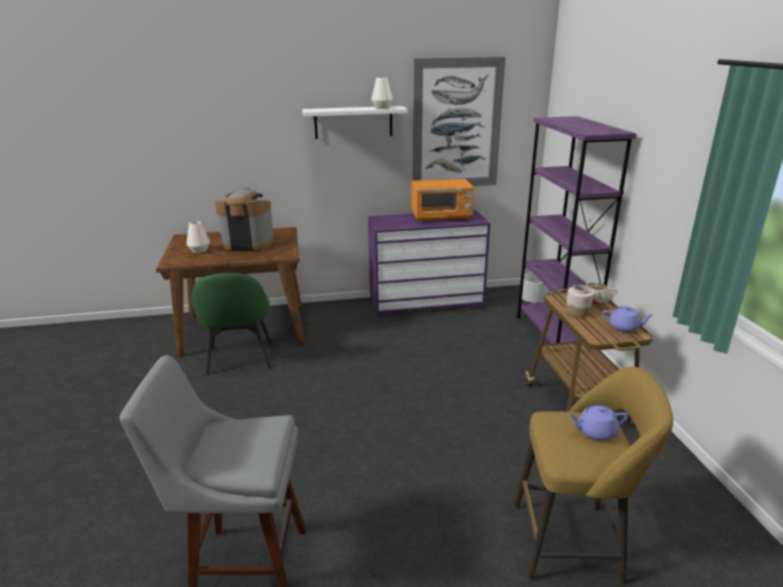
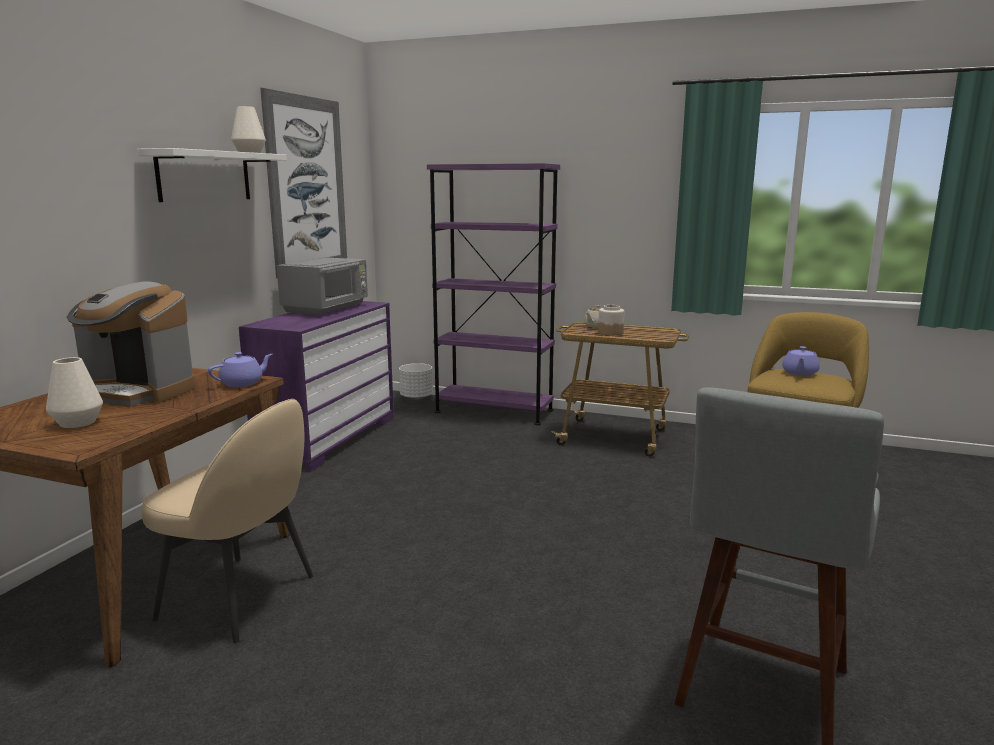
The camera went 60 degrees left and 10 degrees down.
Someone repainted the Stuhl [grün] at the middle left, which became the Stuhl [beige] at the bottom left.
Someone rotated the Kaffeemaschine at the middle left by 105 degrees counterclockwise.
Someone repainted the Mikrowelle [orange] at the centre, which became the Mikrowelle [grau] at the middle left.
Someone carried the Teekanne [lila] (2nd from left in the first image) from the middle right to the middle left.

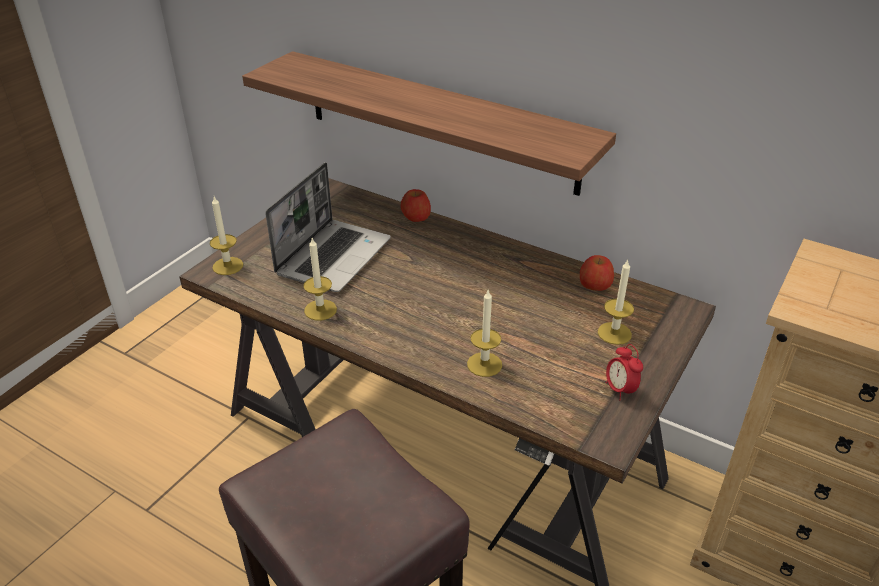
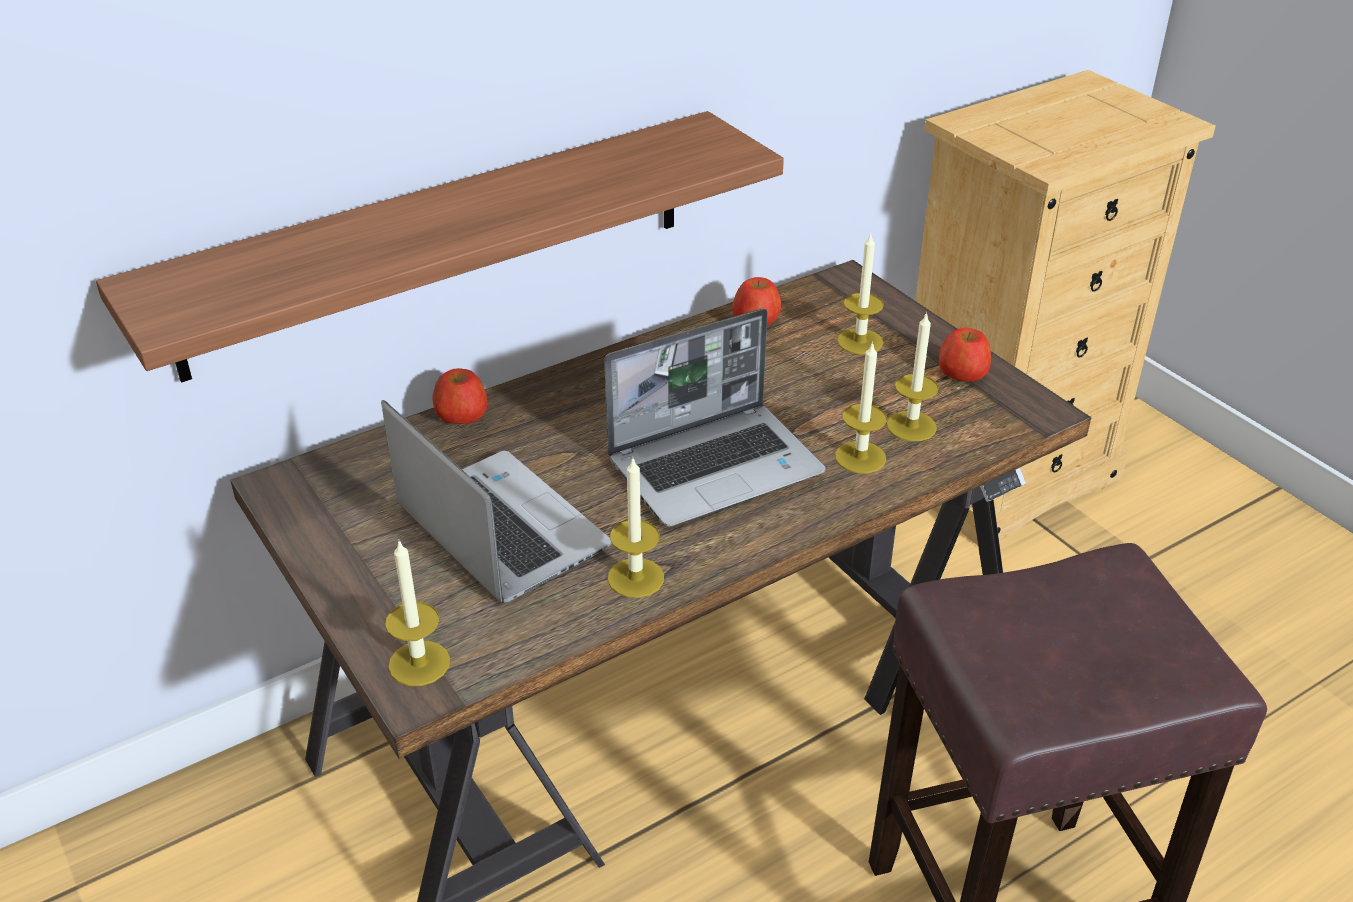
The camera went 65 degrees left and 0 degrees up.
Someone swapped the Wecker at the middle right for the Apfel (3rd from left) at the middle right.
Someone put down the Laptop (2nd from left) at the centre.
Someone put down the Kerze (5th from left) at the middle right.

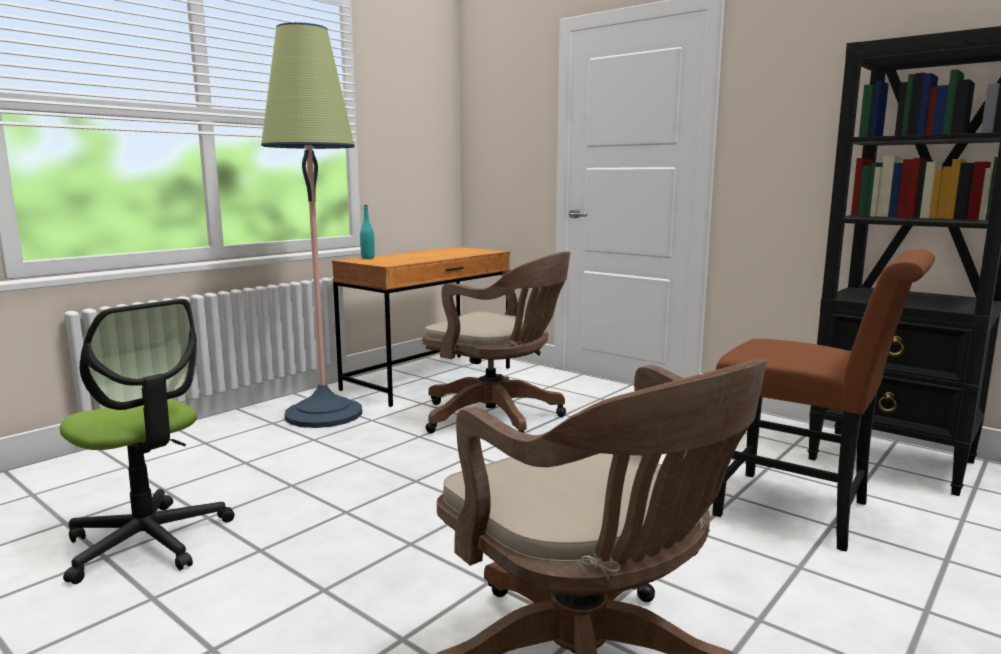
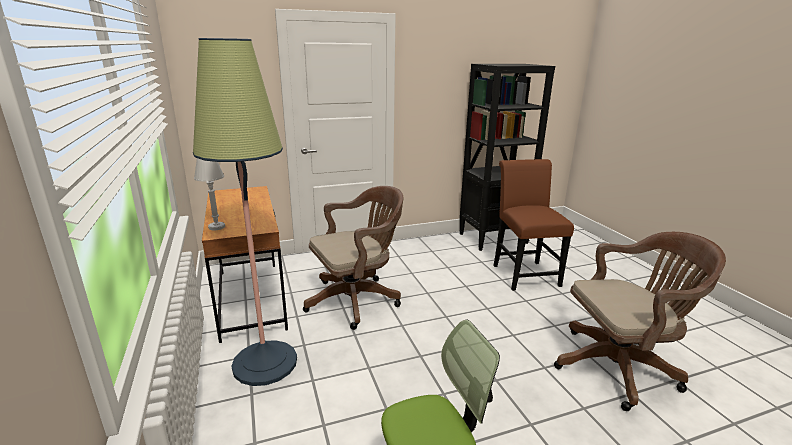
The camera went 60 degrees left and 10 degrees up.
Someone swapped the Flasche [türkis] at the centre for the Tischlampe [weiß] at the middle left.
Someone rotated the Stuhl [braun] at the middle right by 75 degrees counterclockwise.

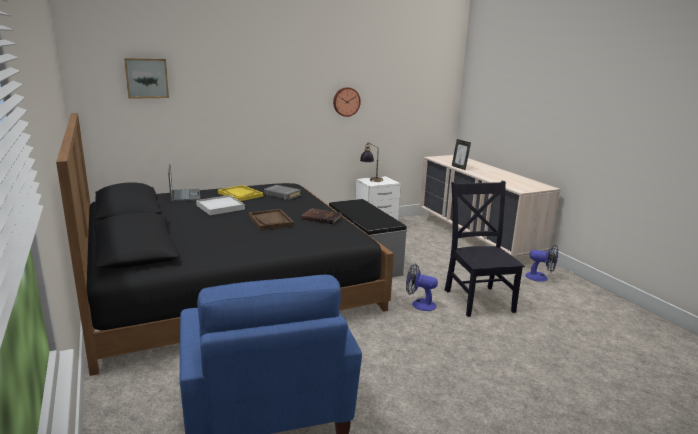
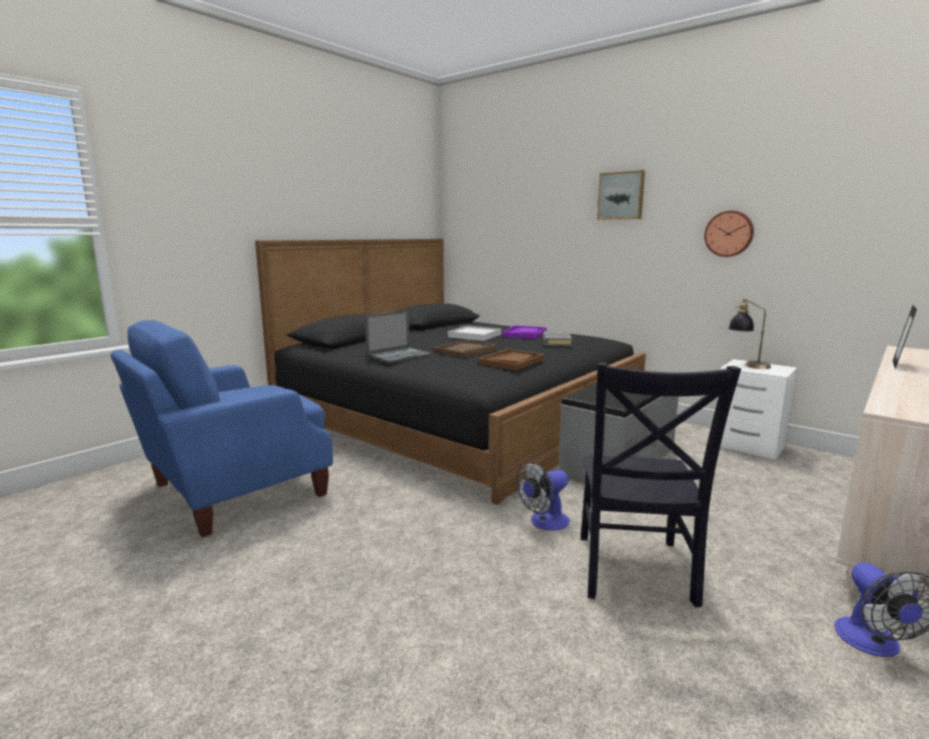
The camera went 65 degrees right and 5 degrees down.
Someone carried the Bild from the top left to the top right.
Someone carried the Laptop from the middle left to the centre.
Someone repainted the Tablett [gelb] at the centre, which became the Tablett [lila] at the centre.
Someone swapped the Buch [braun] at the centre for the Tablett [braun] (2nd from left) at the centre.
Someone rotated the Ventilator (1st from left) at the centre by 120 degrees counterclockwise.
Someone rotated the Stuhl [schwarz] at the middle right by 135 degrees clockwise.

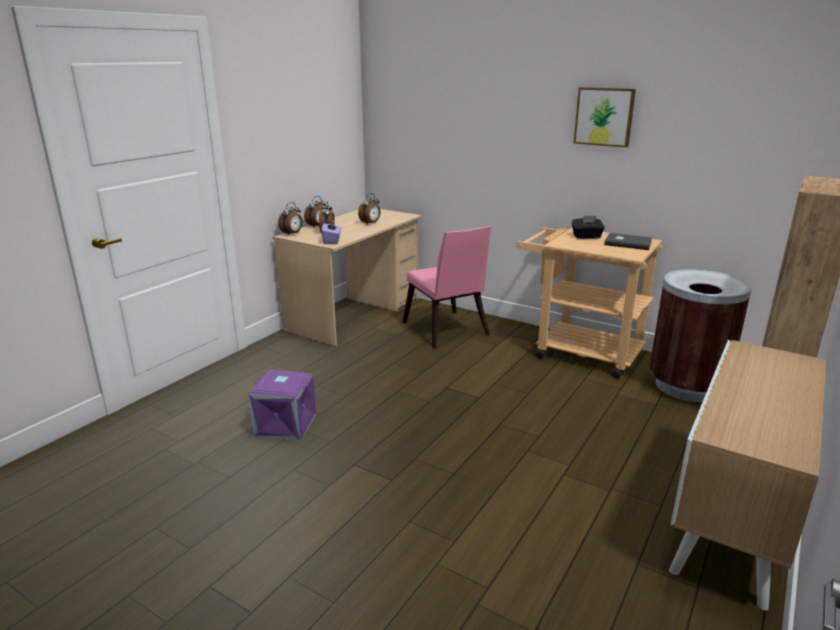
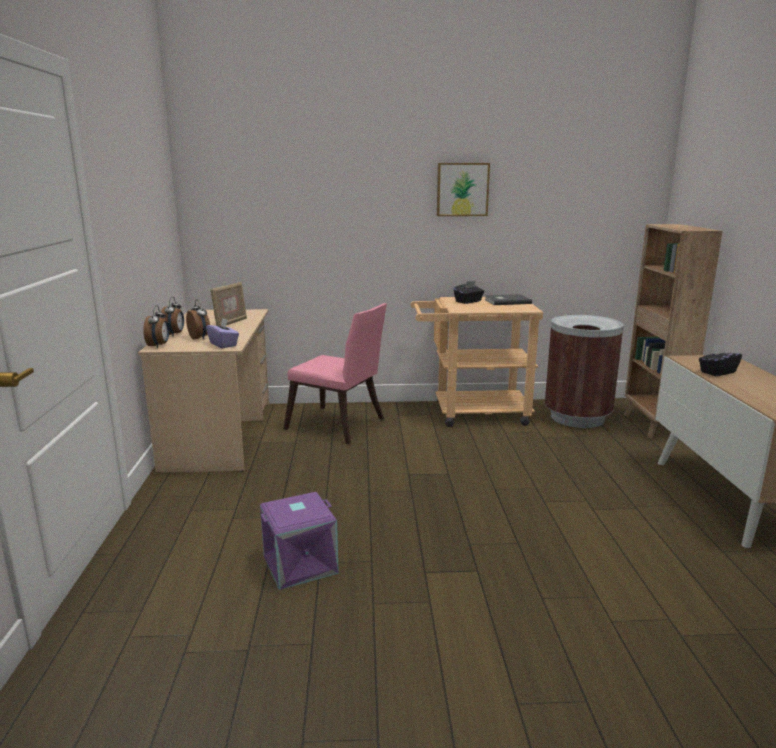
The camera went 35 degrees left and 5 degrees down.
Someone swapped the Wecker (4th from left) at the top centre for the Bilderrahmen at the middle left.
Someone put down the Taschentuchbox [schwarz] (2nd from left) at the middle right.

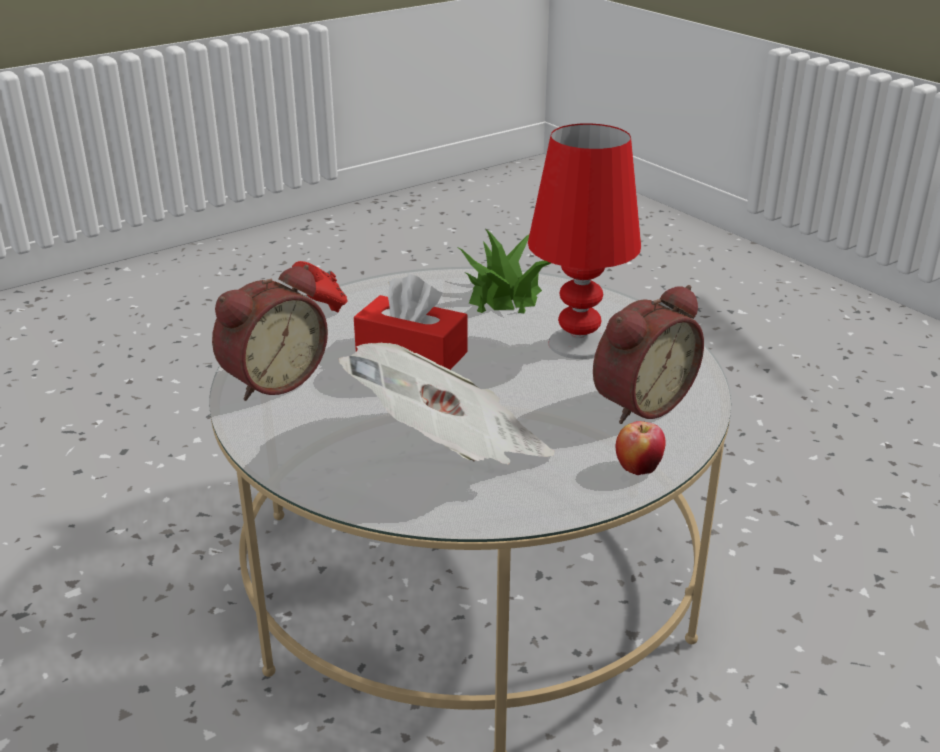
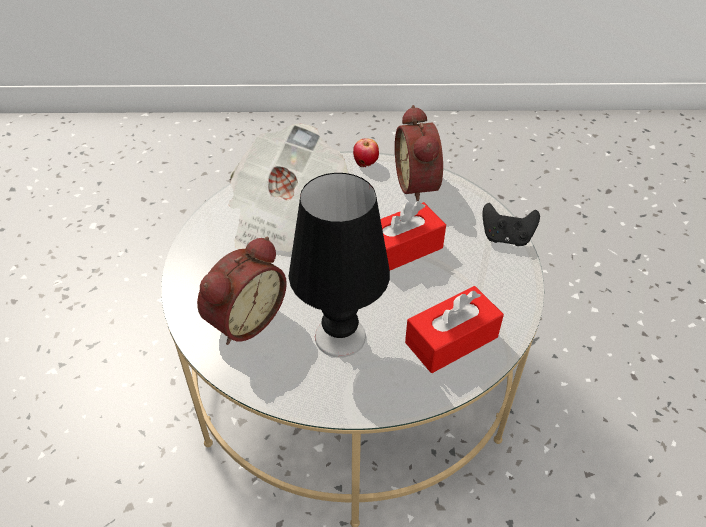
The camera went 125 degrees right and 15 degrees up.
Someone repainted the Gamepad [rot] at the centre, which became the Gamepad [schwarz] at the middle right.
Someone swapped the Topfpflanze at the centre for the Taschentuchbox [rot] (2nd from left) at the centre.
Someone repainted the Tischlampe [rot] at the top centre, which became the Tischlampe [schwarz] at the centre.
Someone rotated the Wecker (2nd from left in the first image) at the middle right by 135 degrees counterclockwise.
Someone carried the Apfel from the middle right to the top centre.

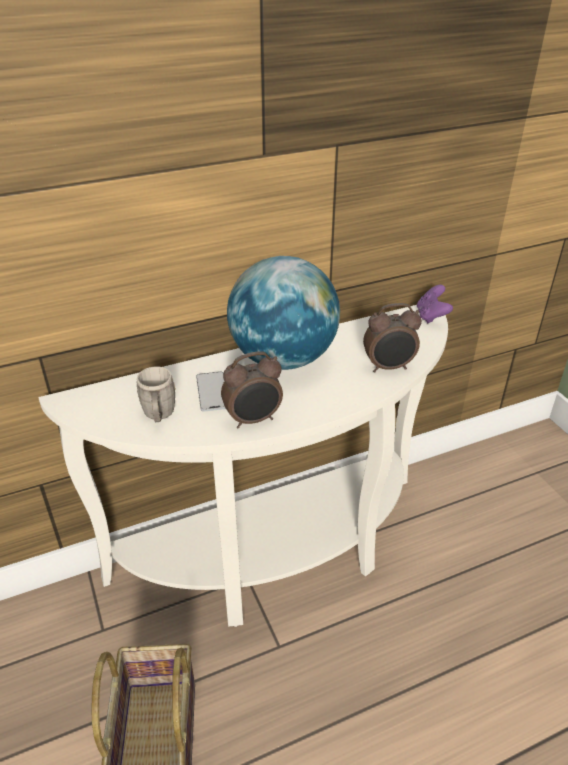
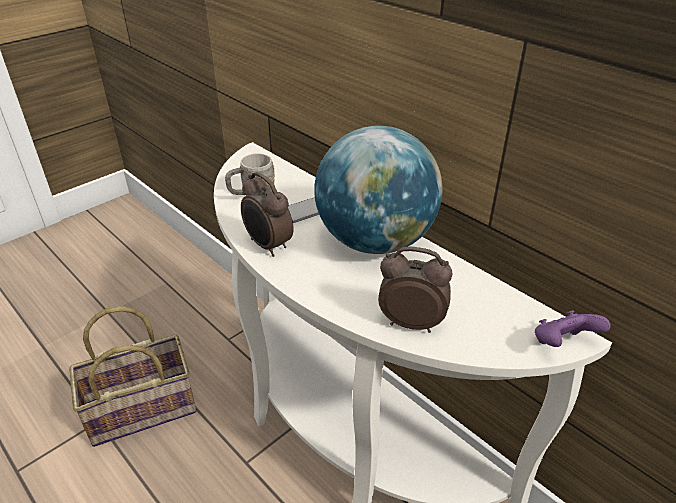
The camera went 70 degrees right and 0 degrees up.
Someone rotated the Wecker (2nd from left) at the middle right by 135 degrees clockwise.

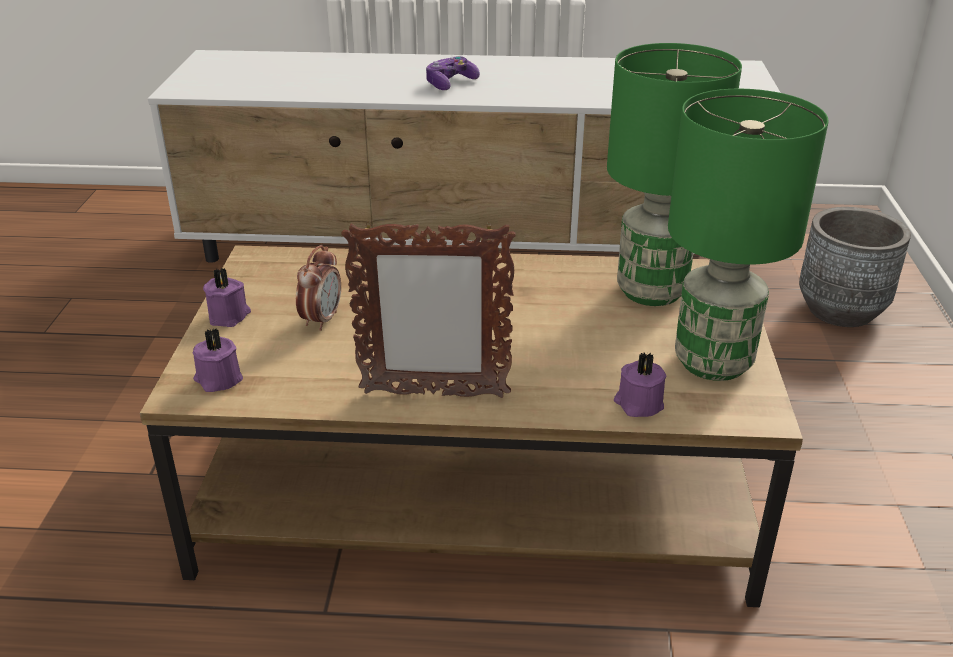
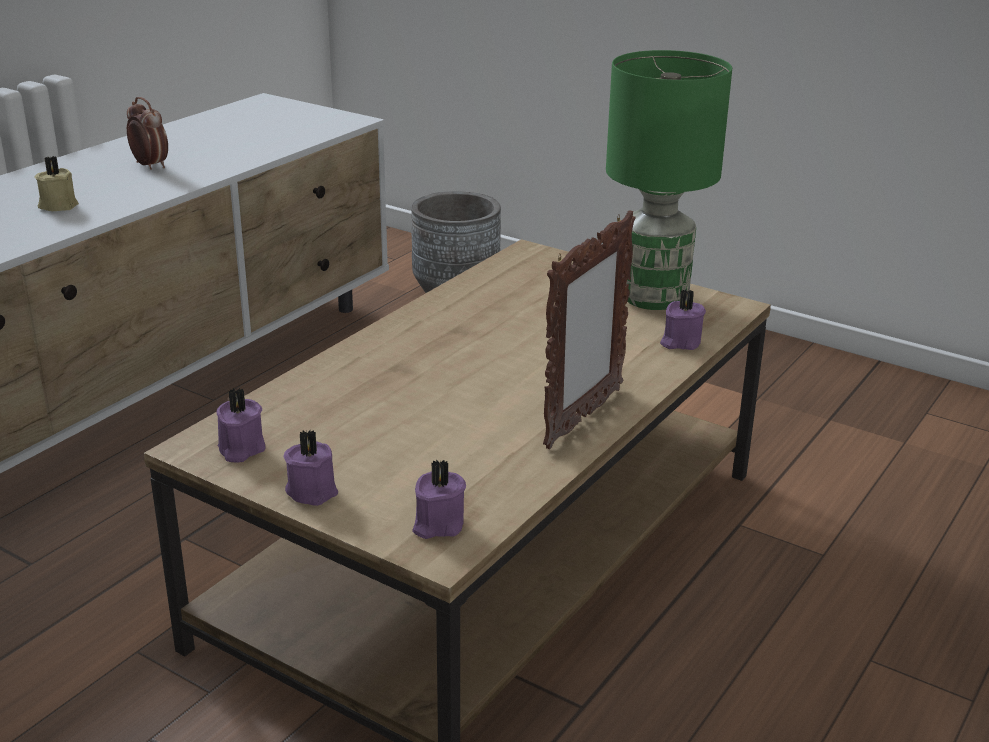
The camera went 60 degrees left and 5 degrees down.
Someone carried the Wecker from the centre to the top left.
Someone swapped the Gamepad at the top centre for the Kerze [beige] at the top left.
Someone took away the Tischlampe [grün] (1st from left) at the top right.
Someone put down the Kerze [lila] (1st from left) at the middle left.

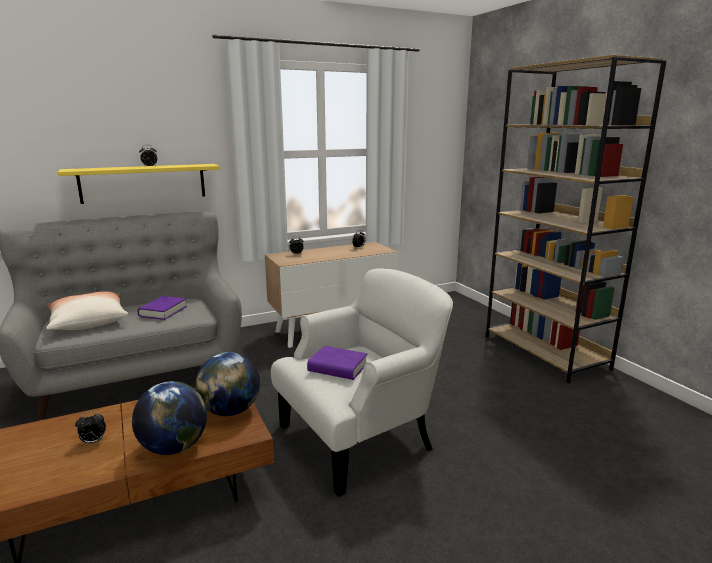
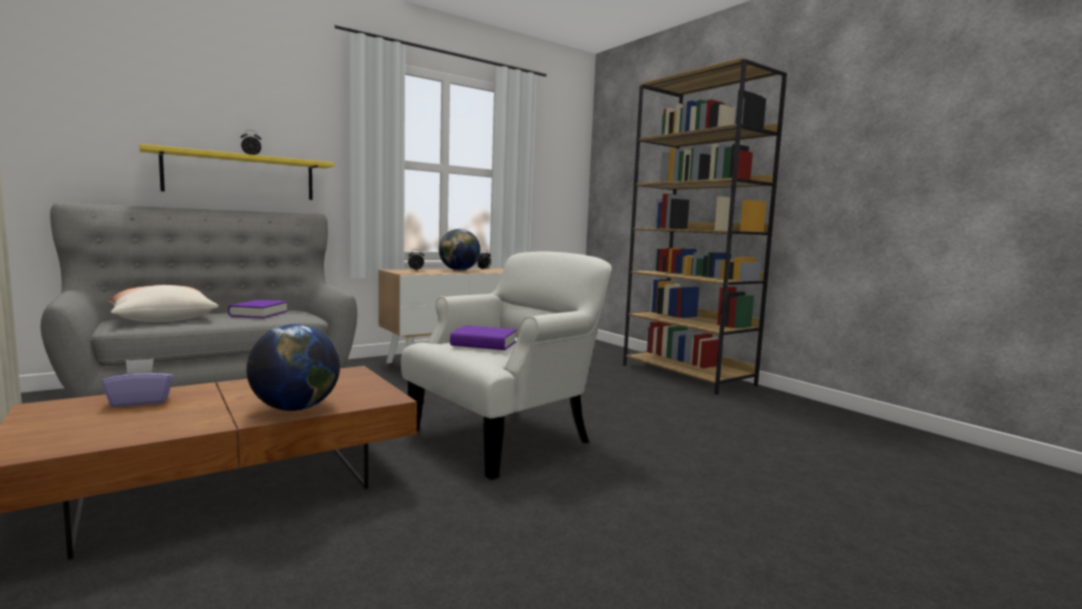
The camera went 10 degrees left and 10 degrees down.
Someone took away the Wecker (1st from left) at the bottom left.
Someone carried the Globus (2nd from left) from the bottom left to the centre.
Someone put down the Taschentuchbox [lila] at the middle left.

